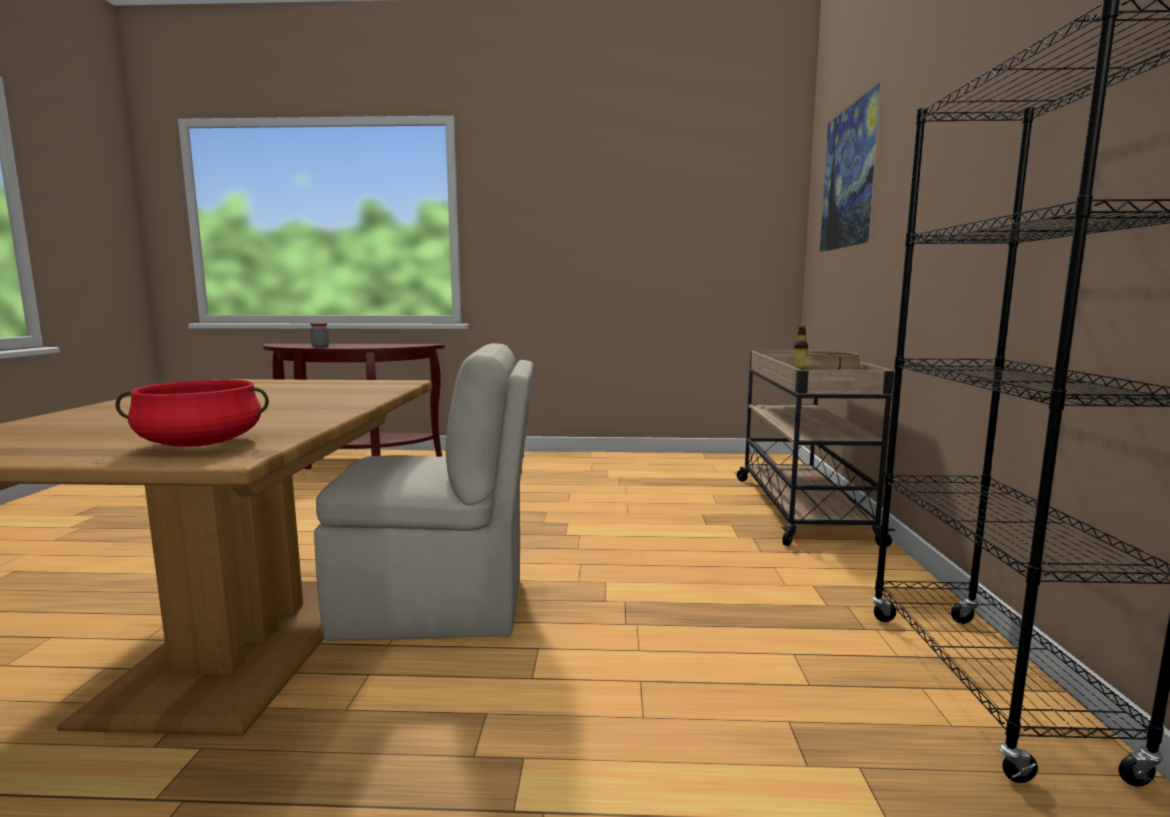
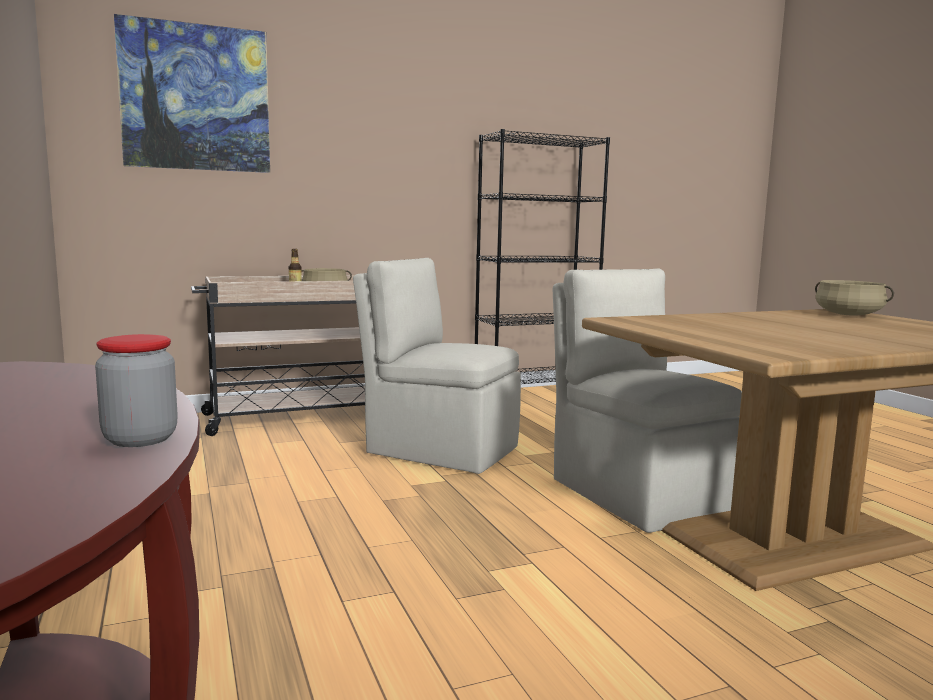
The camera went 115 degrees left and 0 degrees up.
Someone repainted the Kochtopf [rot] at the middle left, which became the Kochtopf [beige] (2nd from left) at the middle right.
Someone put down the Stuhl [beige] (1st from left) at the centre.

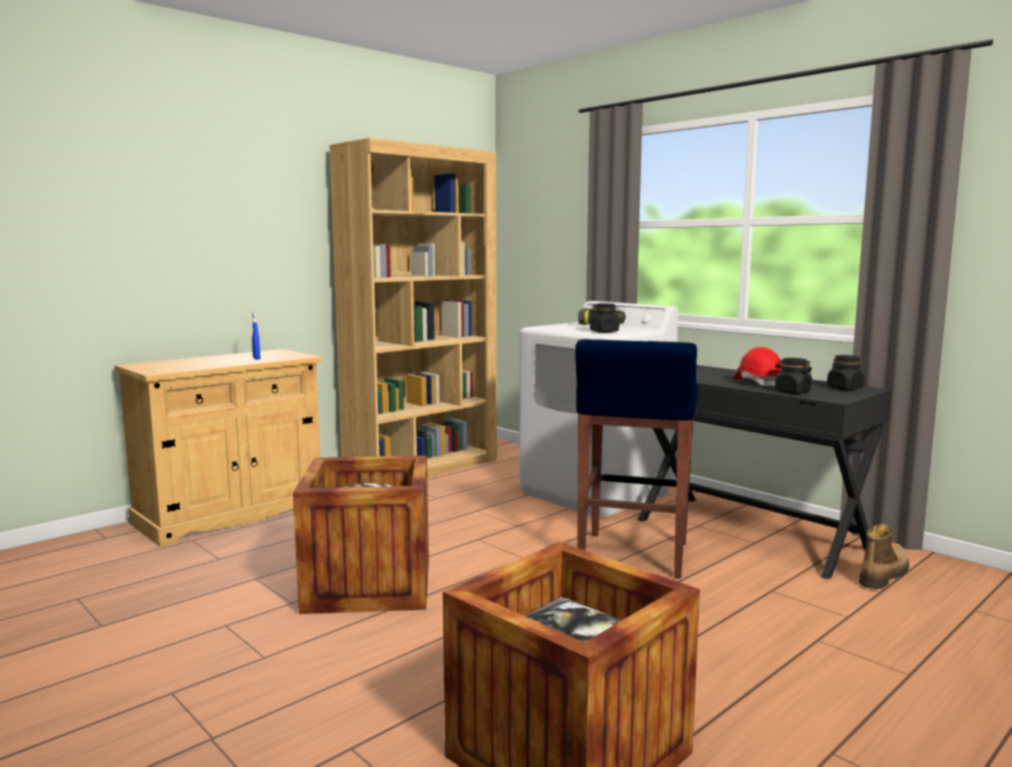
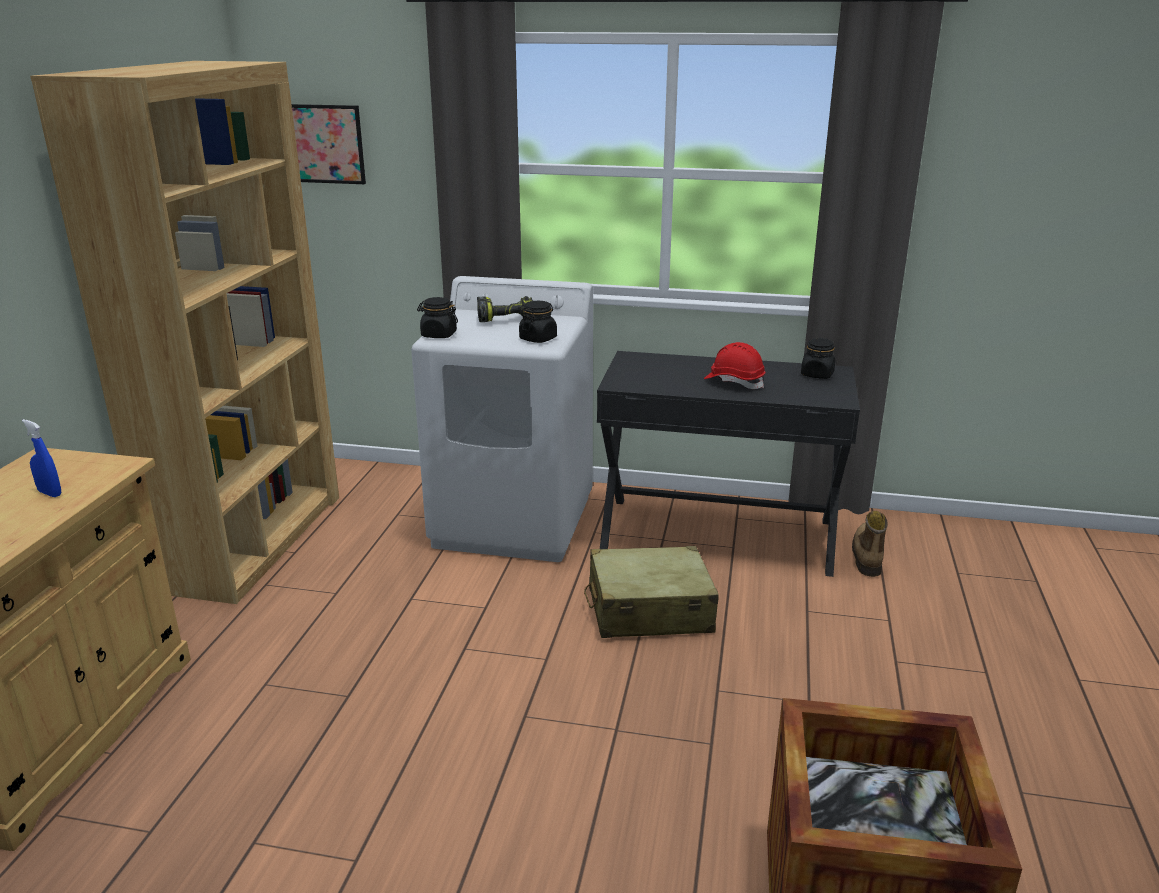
The camera went 35 degrees left and 15 degrees up.
Someone took away the Kiste (1st from left) at the bottom centre.
Someone swapped the Hocker [blau] at the centre for the Koffer [beige] at the centre.
Someone carried the Vorratsglas [schwarz] (2nd from left in the first image) from the middle right to the centre.
Someone put up the Bild at the top left.

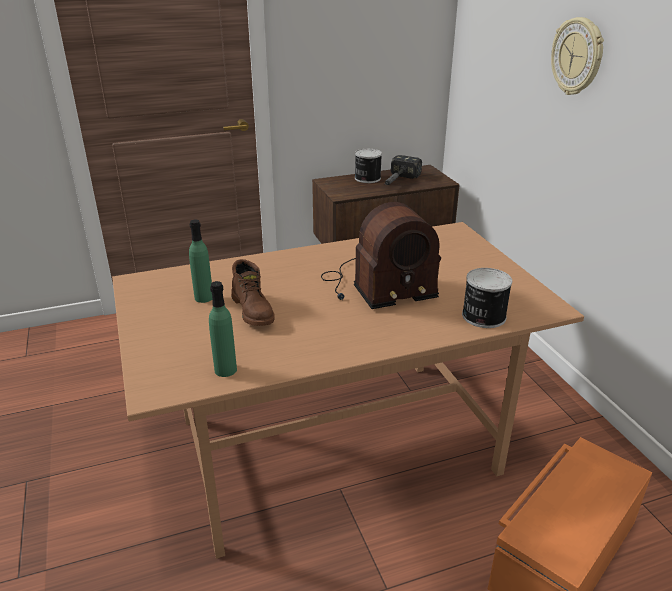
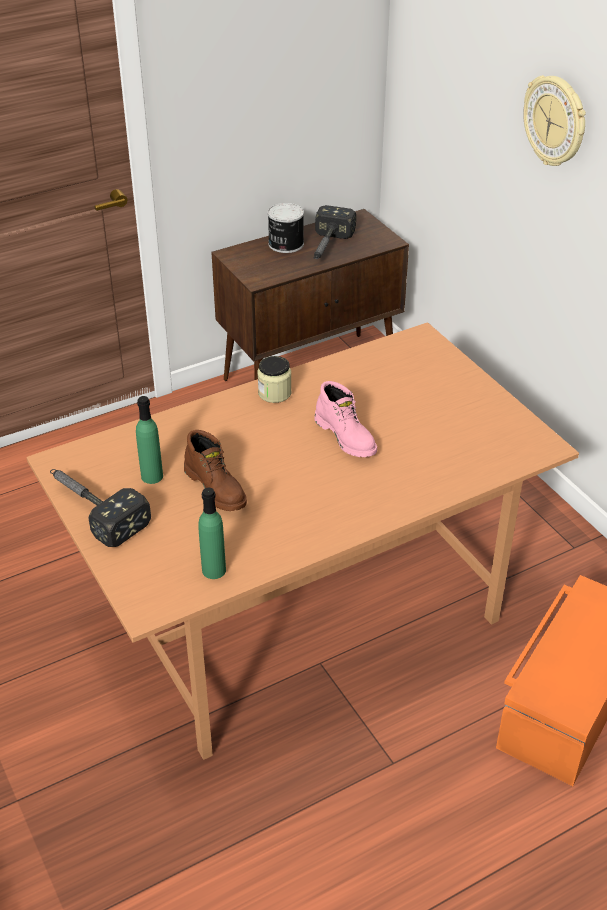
The camera went 10 degrees left and 10 degrees up.
Someone swapped the Radio at the centre for the Stiefel [rosa] at the centre.
Someone took away the Dose (2nd from left) at the middle right.
Someone put down the Hammer (1st from left) at the middle left.
Someone put down the Vorratsglas at the centre.

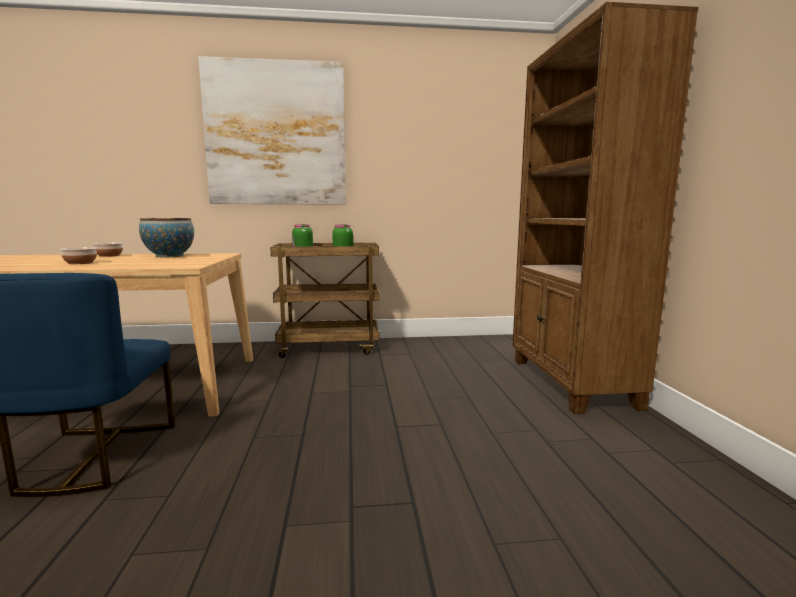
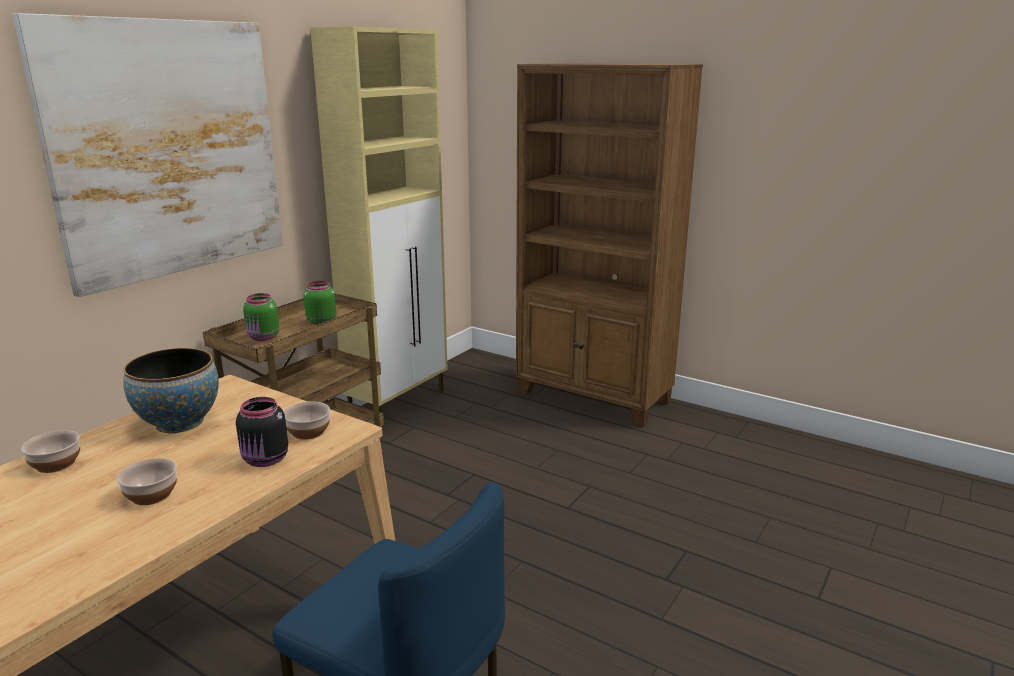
The camera went 50 degrees left and 10 degrees up.
Someone put down the Vorratsglas [schwarz] at the middle left.
Someone put down the Schüssel (4th from left) at the middle left.
Someone put down the Schrank [beige] at the top centre.

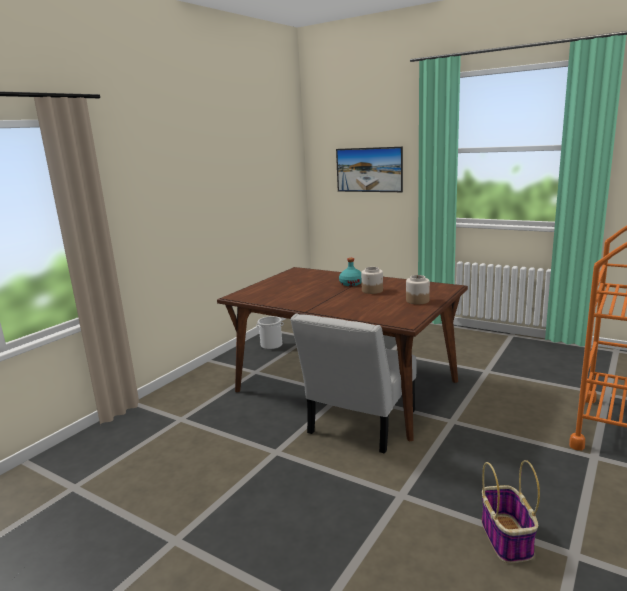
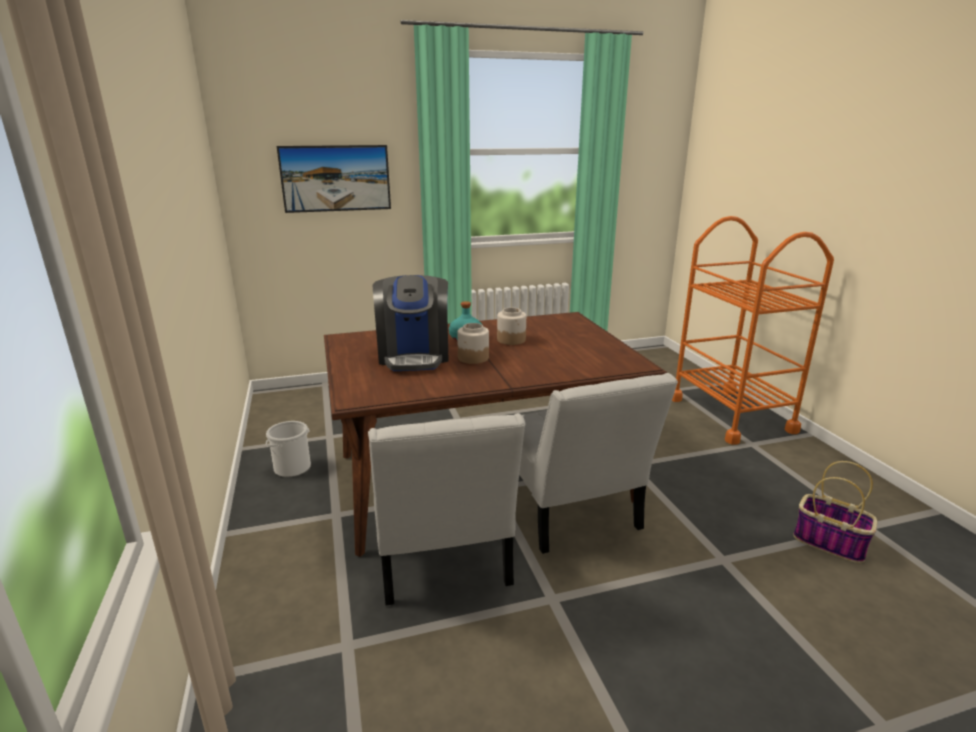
The camera went 50 degrees left and 5 degrees up.
Someone carried the Vorratsglas (2nd from left in the first image) from the middle right to the centre.
Someone put down the Stuhl [weiß] (1st from left) at the bottom centre.
Someone put down the Kaffeemaschine at the centre.

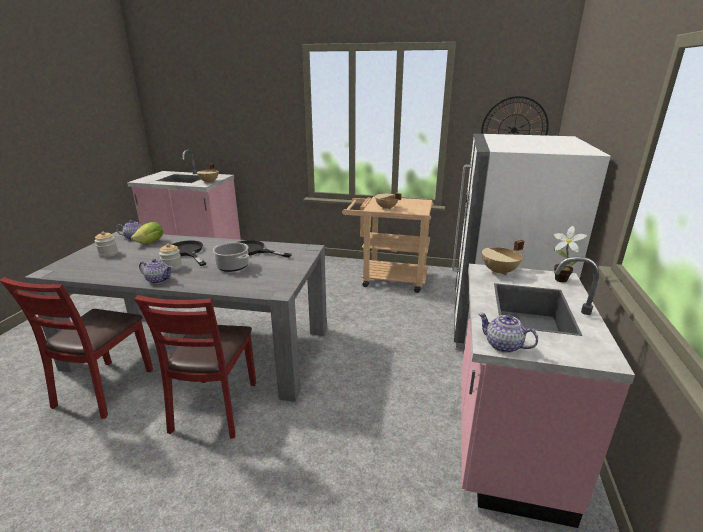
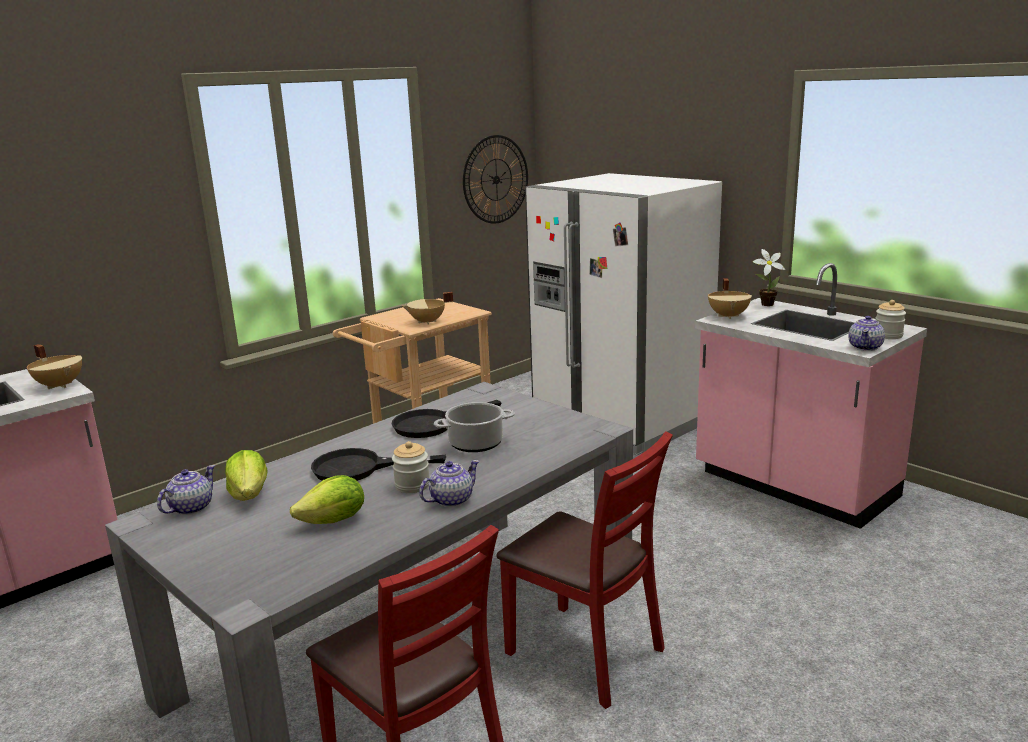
The camera went 55 degrees left and 5 degrees down.
Someone carried the Vorratsglas (1st from left in the first image) from the middle left to the middle right.
Someone rotated the Teekanne (3rd from left) at the middle right by 45 degrees counterclockwise.
Someone put down the Salatkopf (2nd from left) at the bottom left.

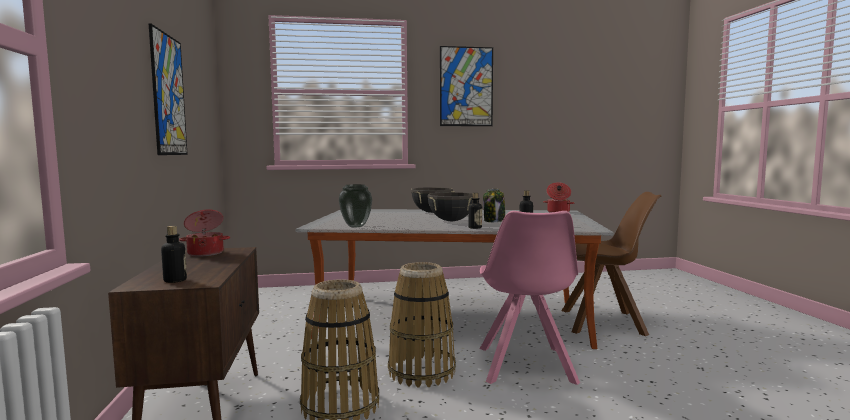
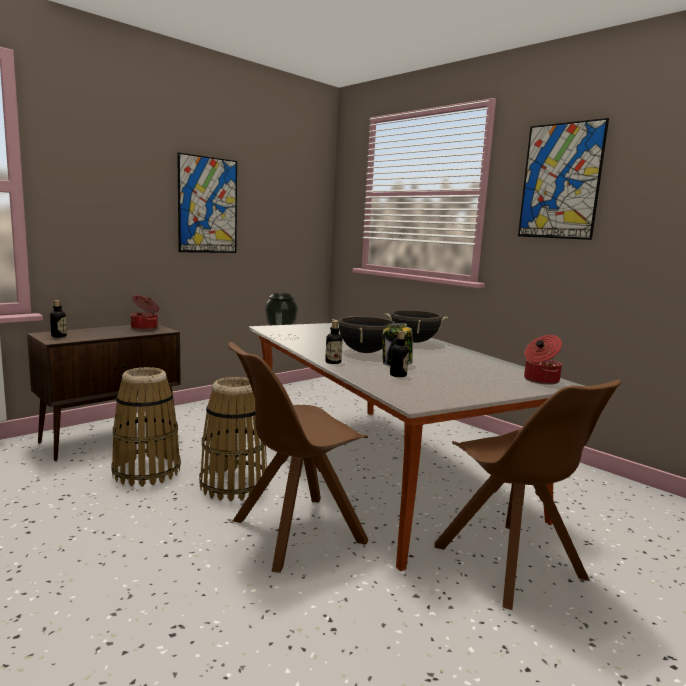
The camera went 55 degrees right and 5 degrees up.
Someone repainted the Stuhl [rosa] at the bottom centre, which became the Stuhl [braun] (1st from left) at the centre.

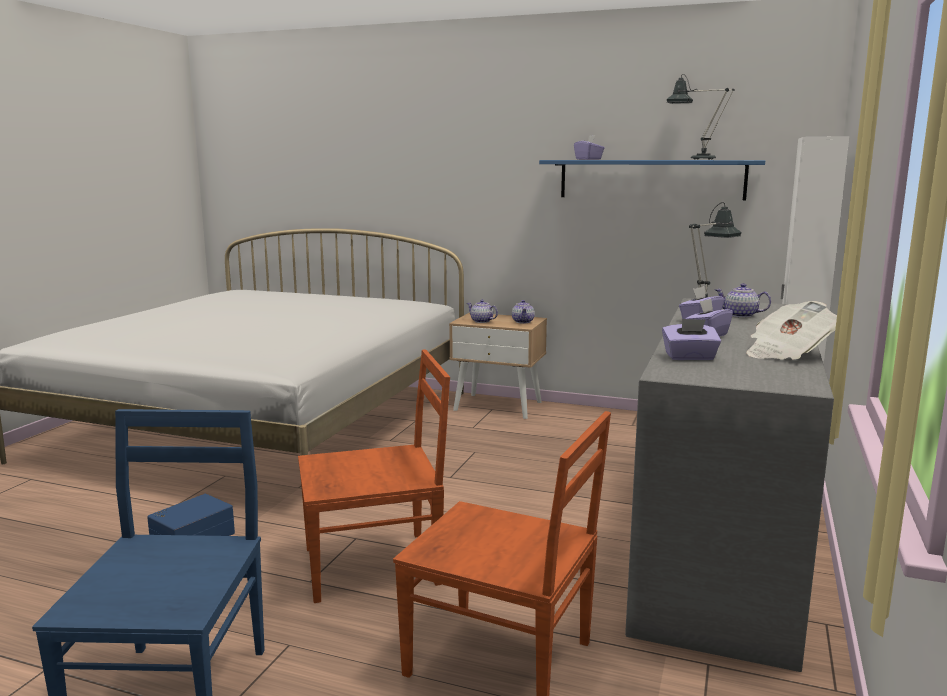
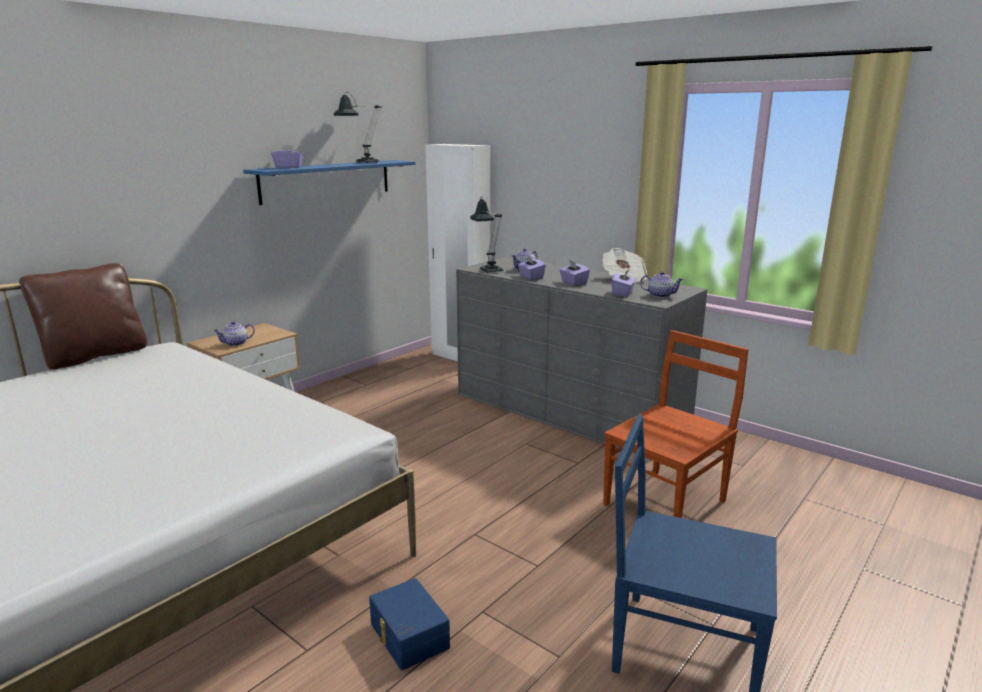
The camera went 70 degrees left and 5 degrees up.
Someone took away the Stuhl [braun] (1st from left) at the bottom centre.
Someone carried the Teekanne (2nd from left in the first image) from the centre to the middle right.
Someone put down the Kissen [braun] at the middle left.

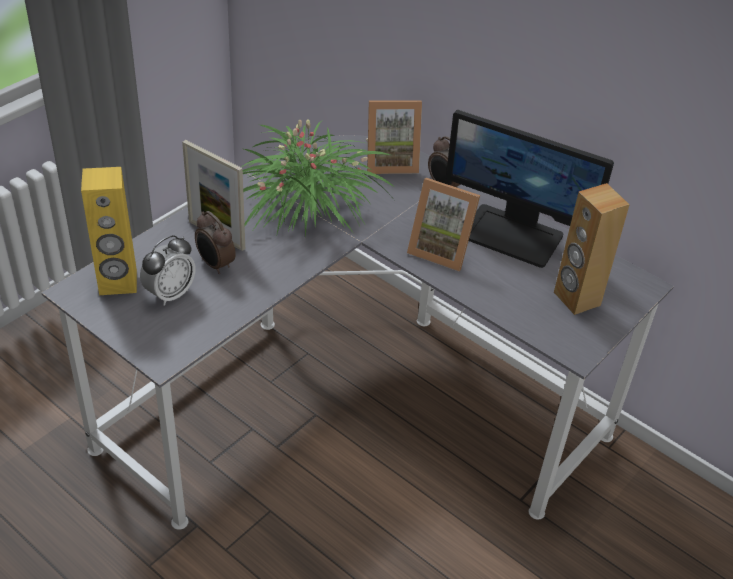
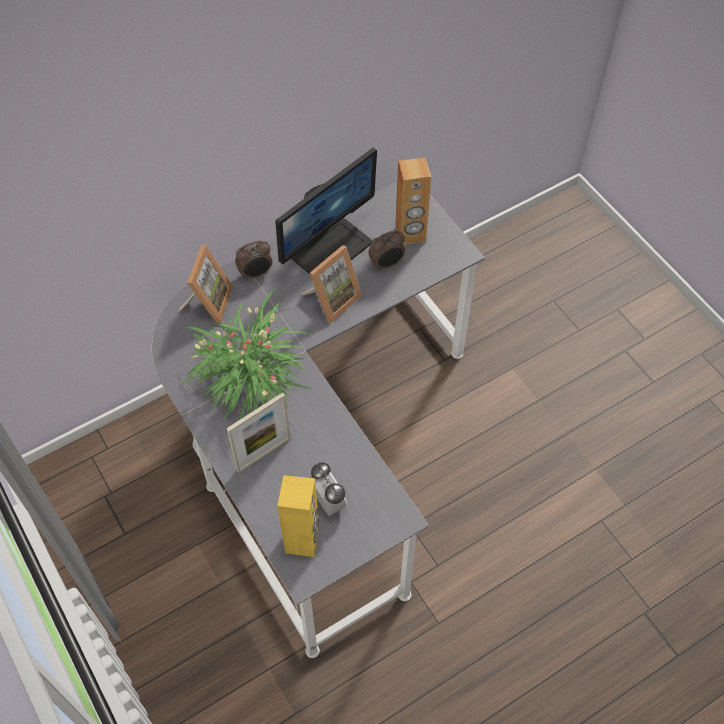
The camera went 70 degrees left and 15 degrees up.
Someone carried the Wecker (2nd from left in the first image) from the middle left to the centre.

